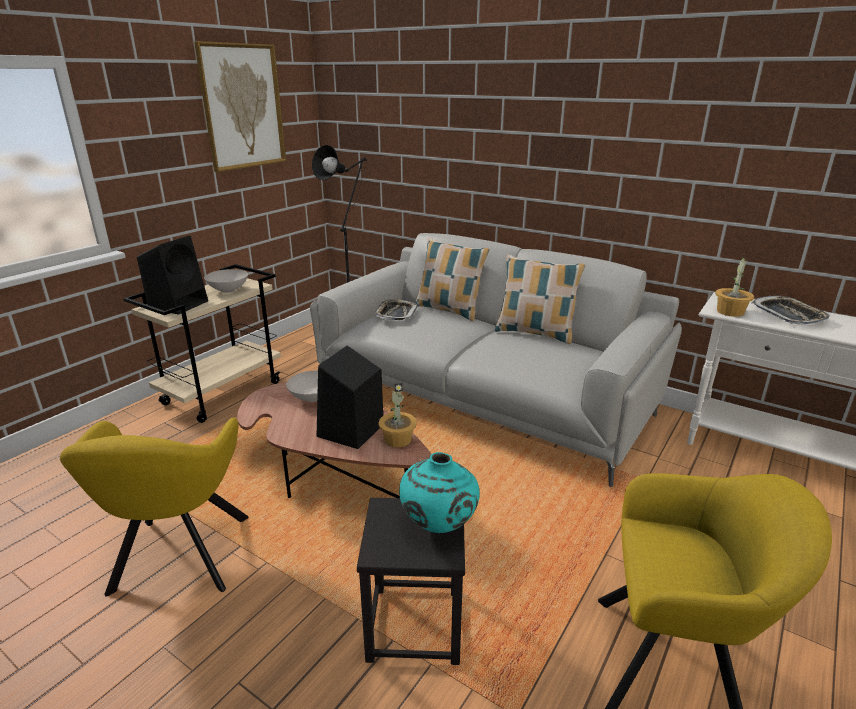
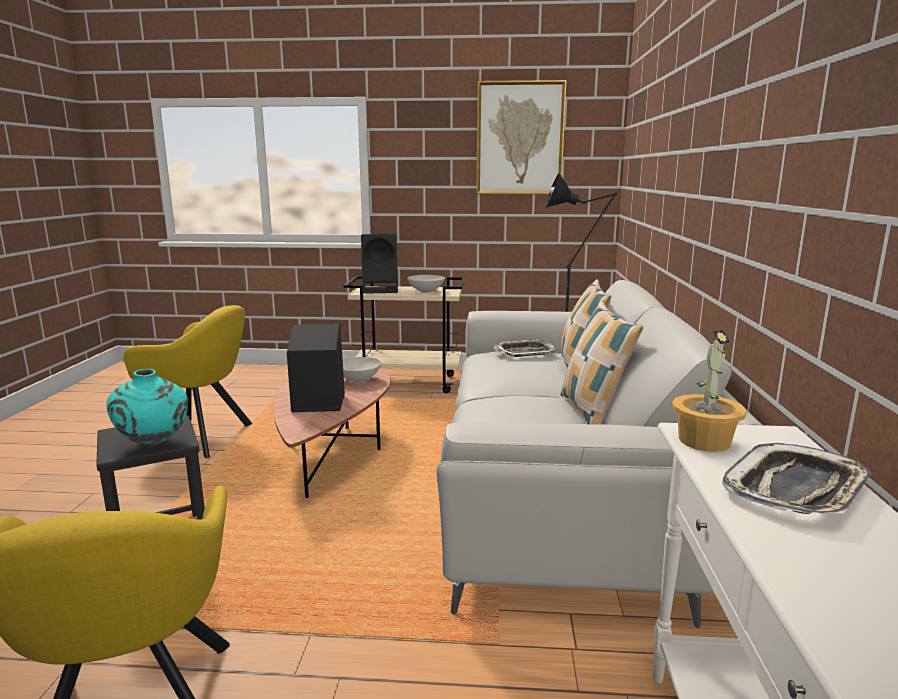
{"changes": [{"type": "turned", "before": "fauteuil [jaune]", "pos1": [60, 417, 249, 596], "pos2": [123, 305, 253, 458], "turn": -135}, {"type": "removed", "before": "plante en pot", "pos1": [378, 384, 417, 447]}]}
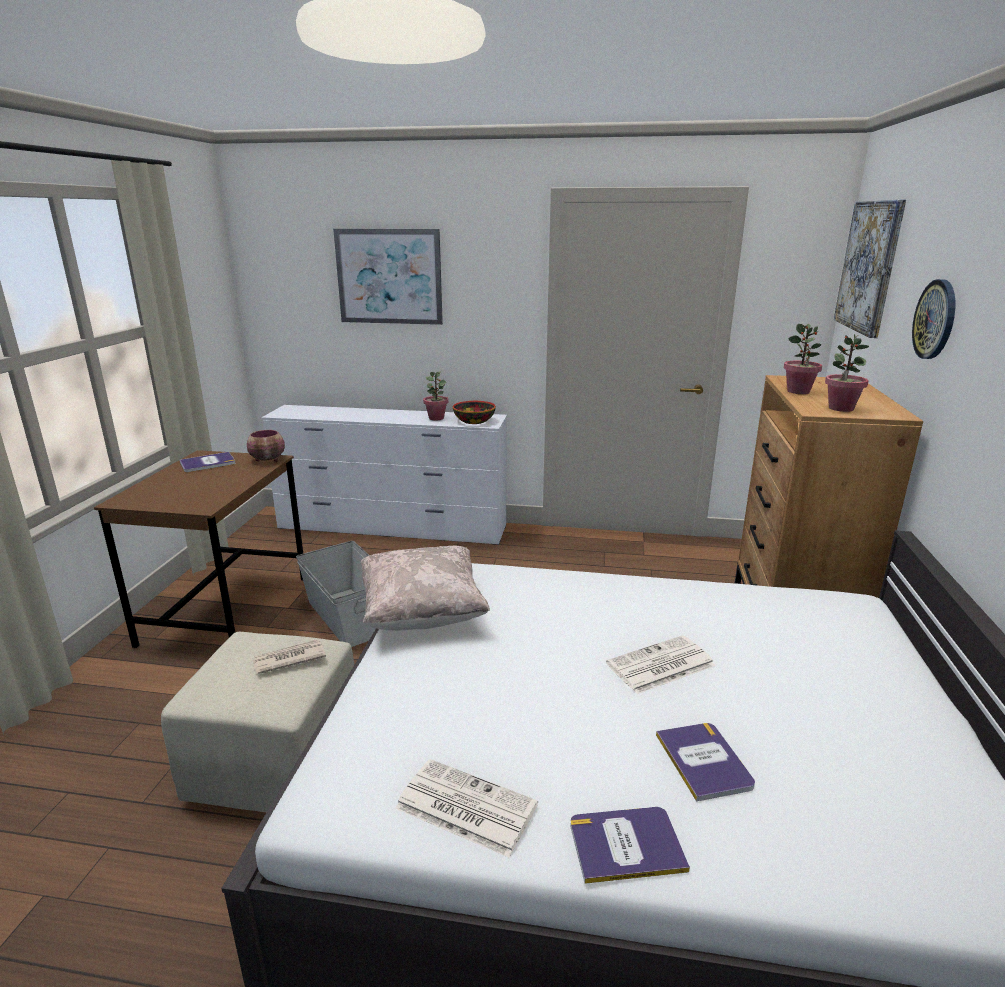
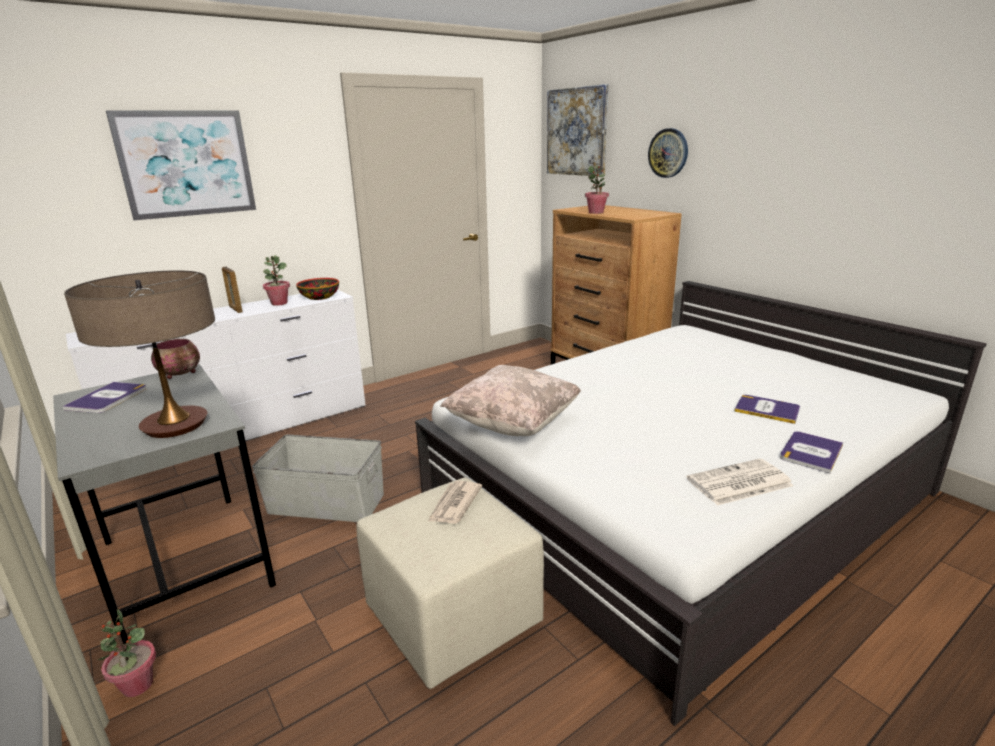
{"changes": [{"type": "recoloured", "before": "bureau [marron]", "after": "bureau [gris]", "pos1": [94, 450, 303, 648], "pos2": [53, 364, 276, 644]}, {"type": "removed", "before": "journal", "pos1": [606, 635, 715, 694]}, {"type": "moved", "before": "plante en pot", "pos1": [825, 334, 869, 412], "pos2": [98, 609, 156, 697]}, {"type": "added", "after": "lampe de table", "pos2": [64, 270, 215, 438]}, {"type": "added", "after": "cadre photo", "pos2": [222, 267, 243, 313]}]}
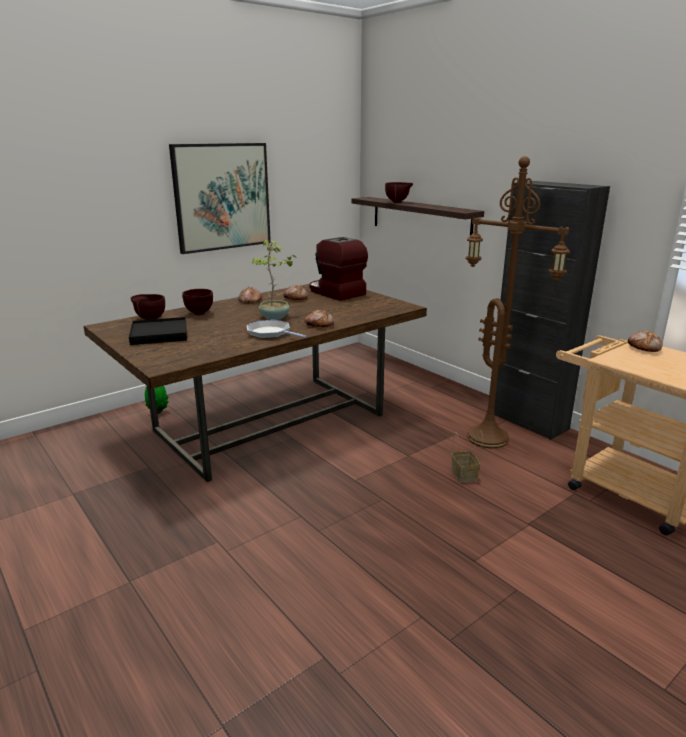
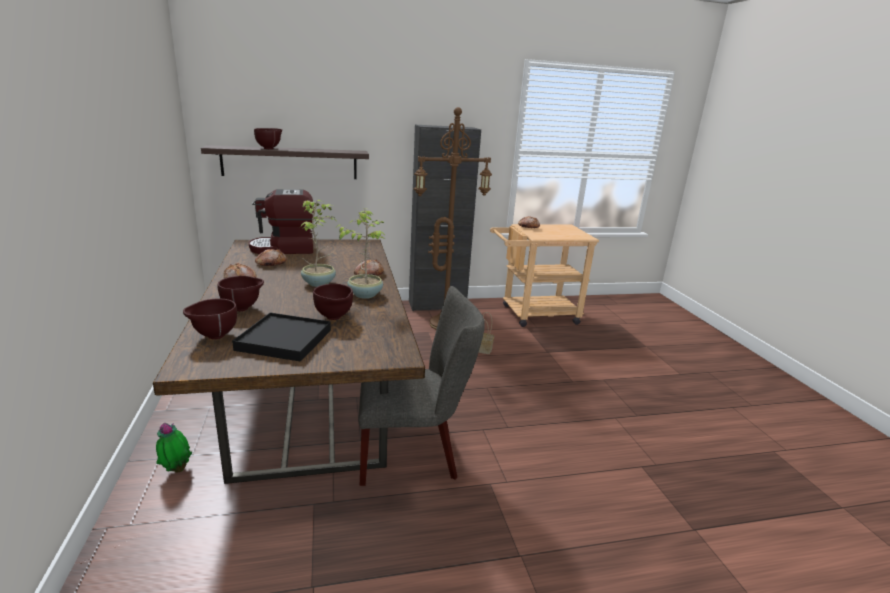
{"changes": [{"type": "removed", "before": "tableau", "pos1": [169, 143, 271, 254]}, {"type": "replaced", "before": "poêle", "after": "plante en pot", "pos1": [247, 320, 307, 339], "pos2": [337, 208, 386, 299]}, {"type": "added", "after": "bol [marron]", "pos2": [313, 284, 353, 320]}, {"type": "added", "after": "chaise [gris]", "pos2": [358, 286, 485, 486]}]}
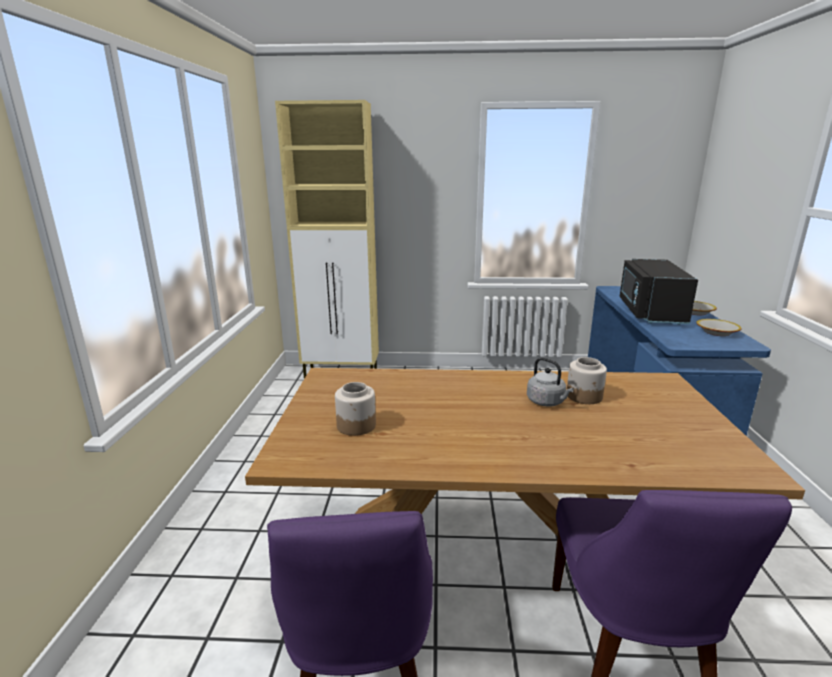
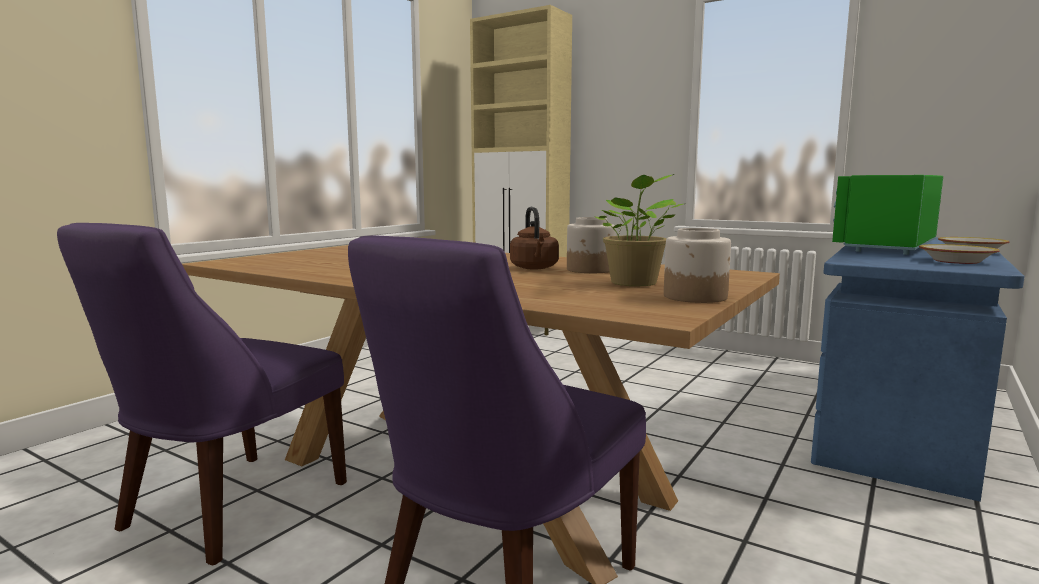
{"changes": [{"type": "moved", "before": "bocal", "pos1": [335, 382, 376, 436], "pos2": [664, 228, 731, 303]}, {"type": "recoloured", "before": "bouilloire [gris]", "after": "bouilloire [marron]", "pos1": [527, 357, 574, 406], "pos2": [510, 207, 559, 269]}, {"type": "recoloured", "before": "micro-ondes [noir]", "after": "micro-ondes [vert]", "pos1": [620, 259, 698, 325], "pos2": [832, 175, 943, 255]}, {"type": "added", "after": "plante en pot", "pos2": [594, 174, 683, 286]}]}
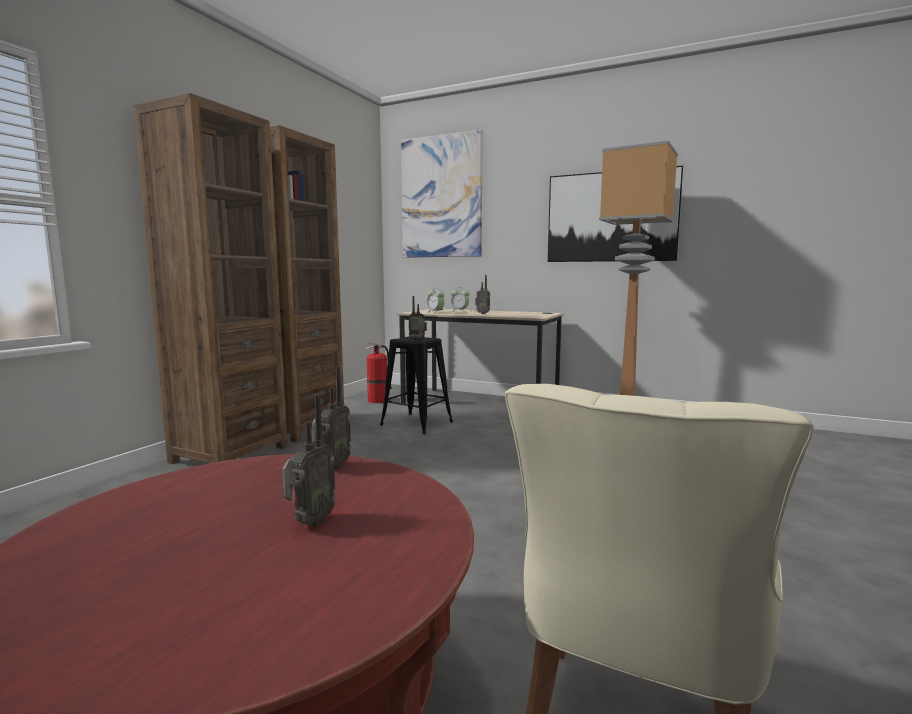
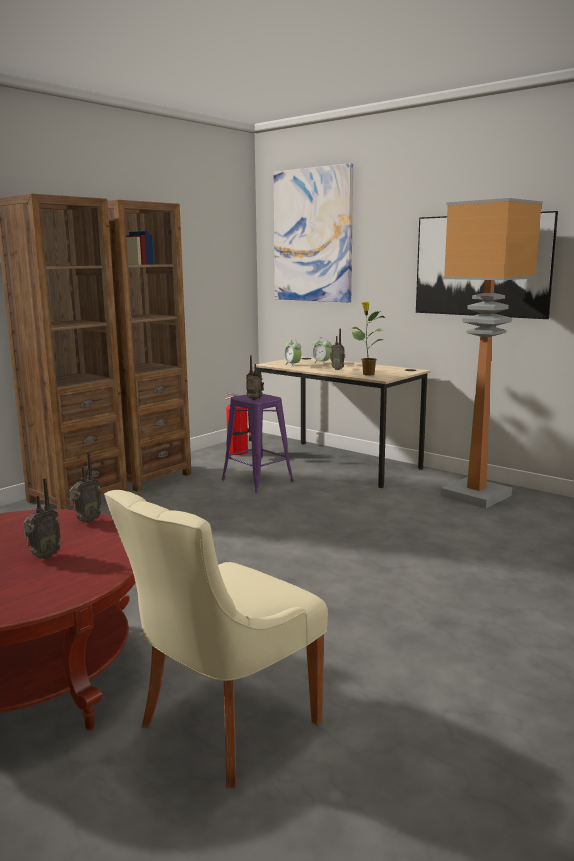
{"changes": [{"type": "recoloured", "before": "tabouret [noir]", "after": "tabouret [violet]", "pos1": [380, 336, 453, 434], "pos2": [221, 394, 294, 493]}, {"type": "added", "after": "plante en pot", "pos2": [352, 302, 386, 375]}]}
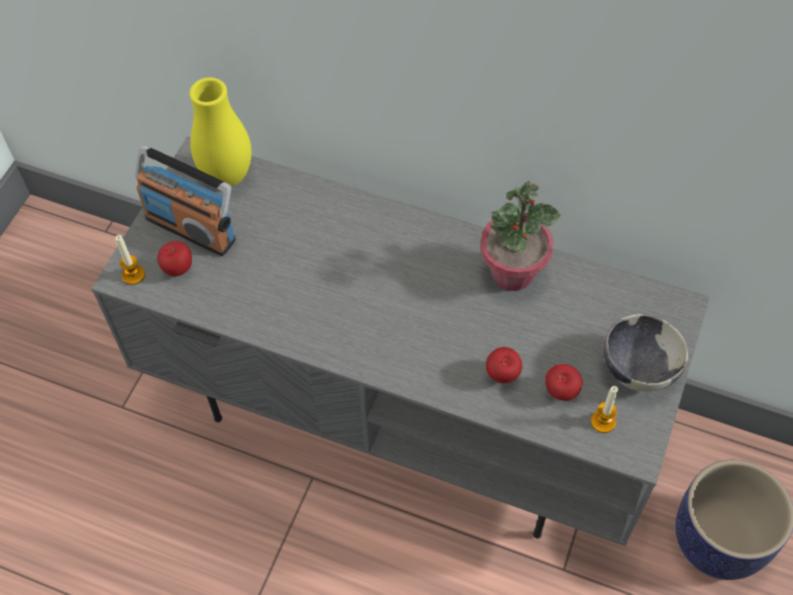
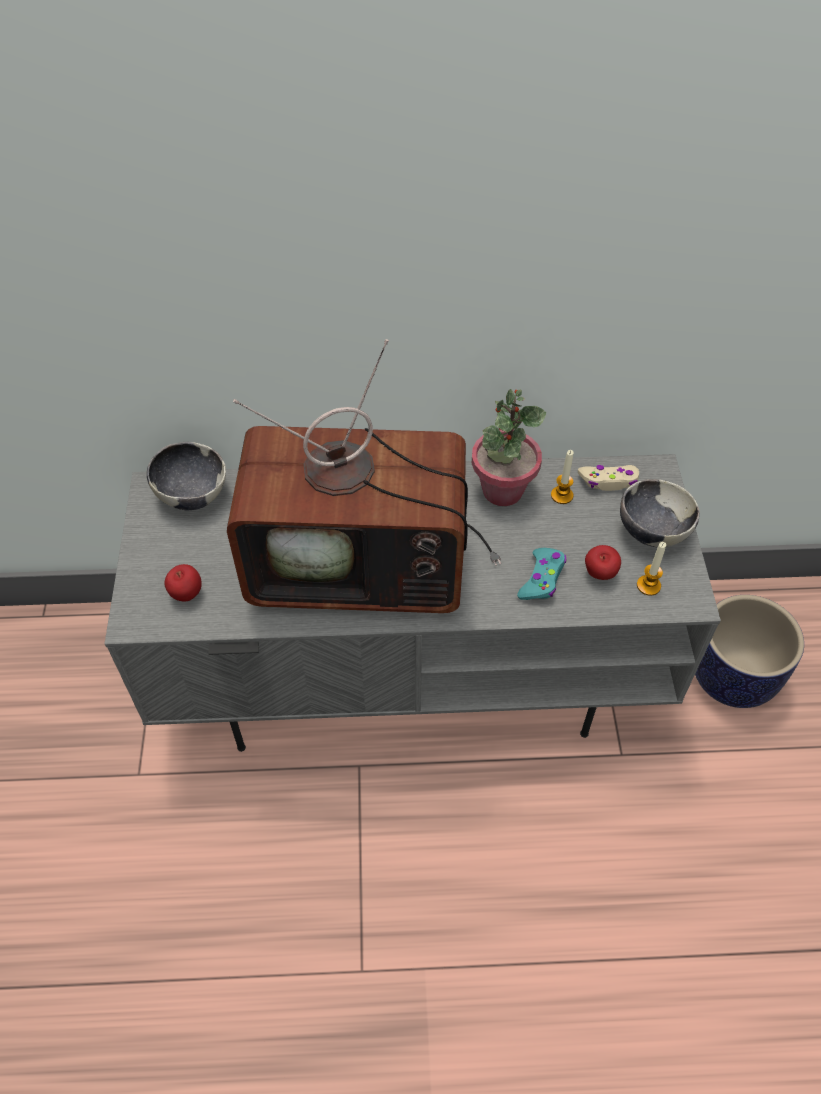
{"changes": [{"type": "moved", "before": "bougie", "pos1": [116, 235, 145, 285], "pos2": [551, 450, 574, 504]}, {"type": "removed", "before": "radio", "pos1": [135, 146, 236, 256]}, {"type": "replaced", "before": "vase [jaune]", "after": "bol", "pos1": [189, 78, 252, 186], "pos2": [147, 442, 226, 511]}, {"type": "replaced", "before": "pomme", "after": "manette [turquoise]", "pos1": [486, 347, 522, 383], "pos2": [517, 548, 566, 600]}, {"type": "added", "after": "téléviseur", "pos2": [227, 339, 501, 613]}, {"type": "added", "after": "manette [beige]", "pos2": [578, 465, 639, 491]}]}
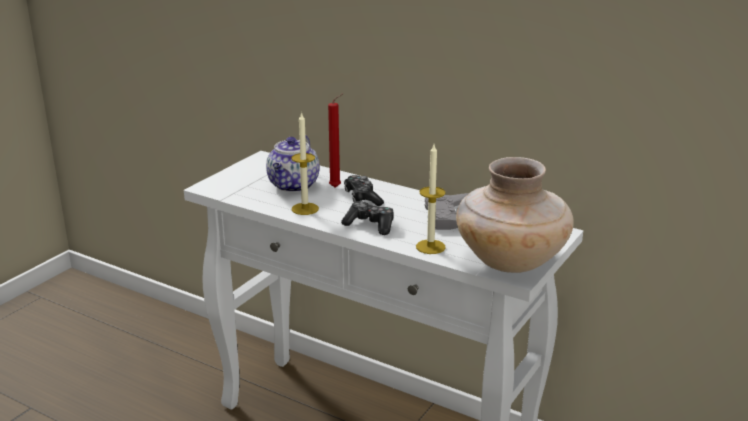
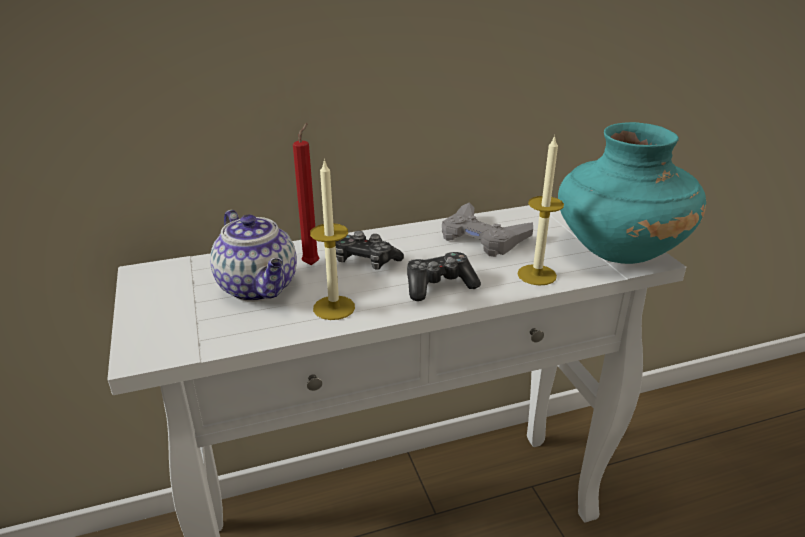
{"changes": [{"type": "recoloured", "before": "vase [beige]", "after": "vase [turquoise]", "pos1": [456, 157, 574, 273], "pos2": [558, 122, 706, 264]}]}
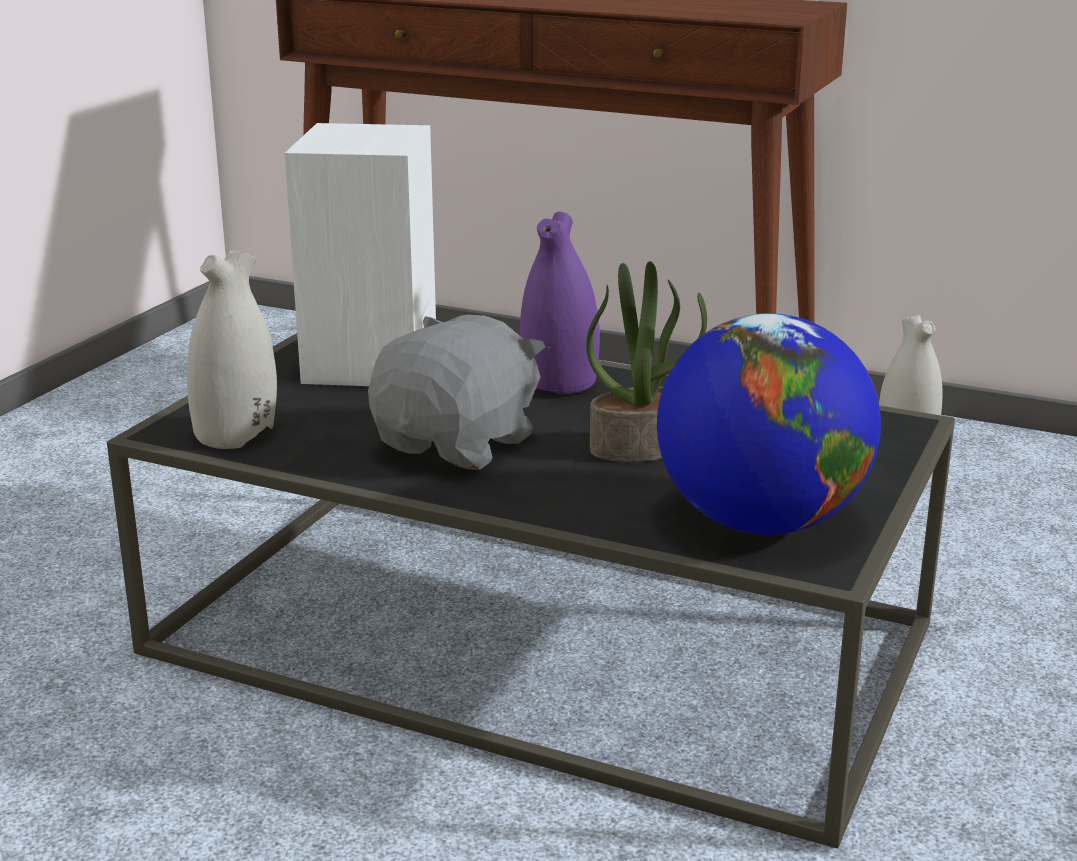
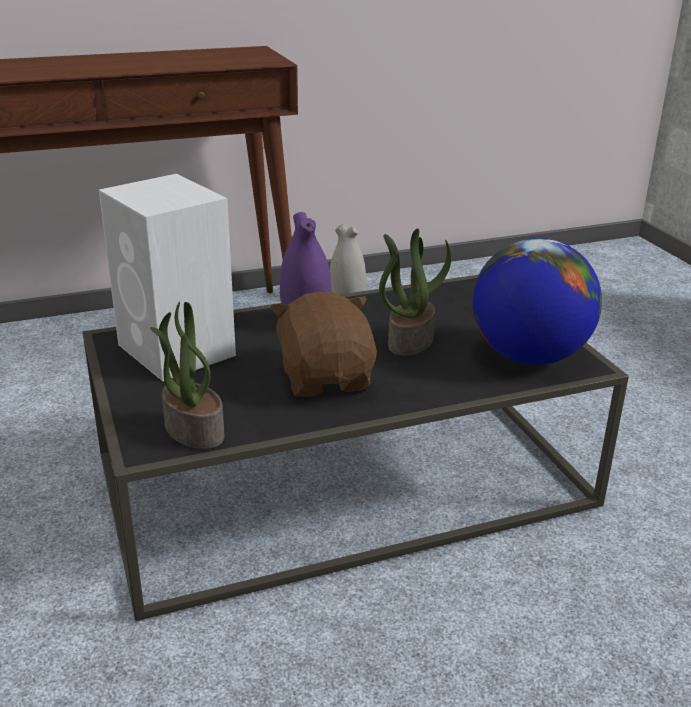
{"changes": [{"type": "replaced", "before": "vase [blanc]", "after": "plante en pot", "pos1": [187, 250, 277, 449], "pos2": [150, 301, 224, 449]}, {"type": "recoloured", "before": "peluche [gris]", "after": "peluche [marron]", "pos1": [368, 315, 545, 470], "pos2": [270, 291, 377, 397]}]}
